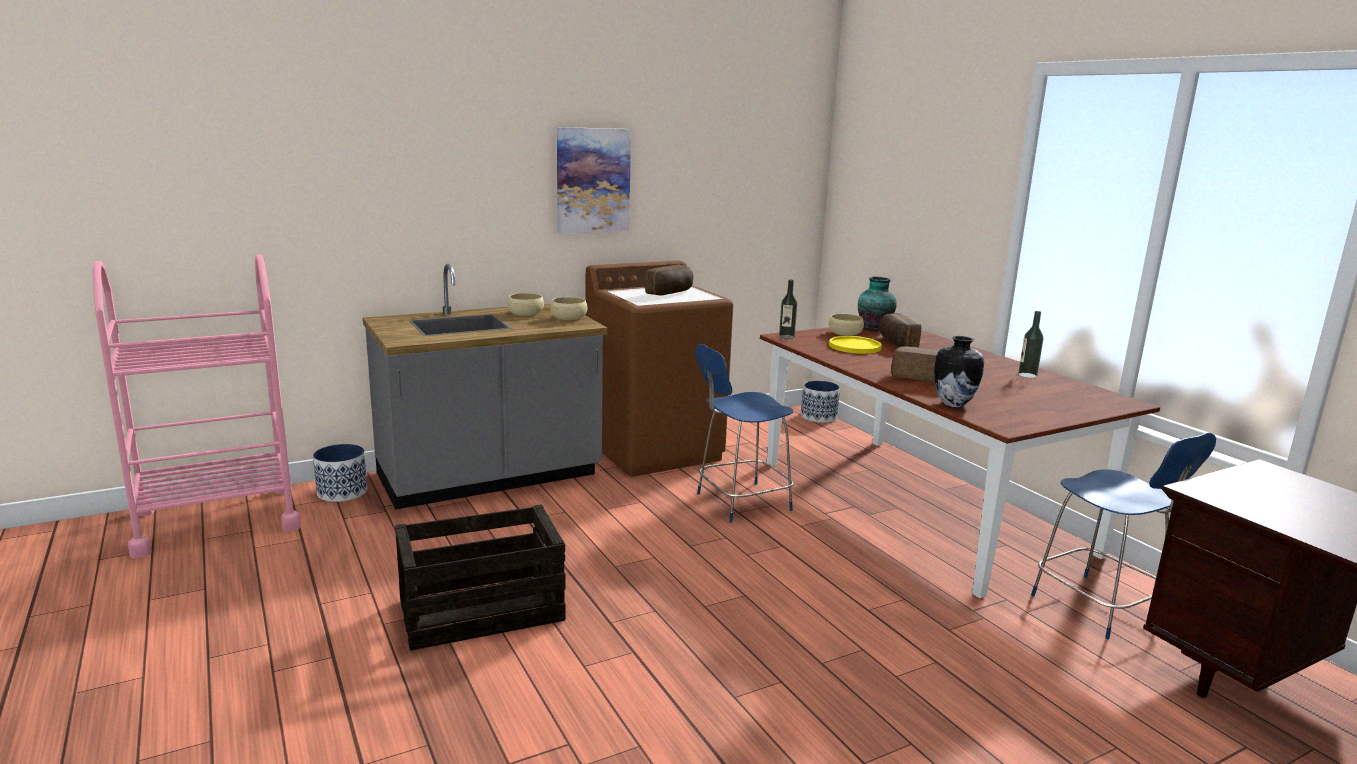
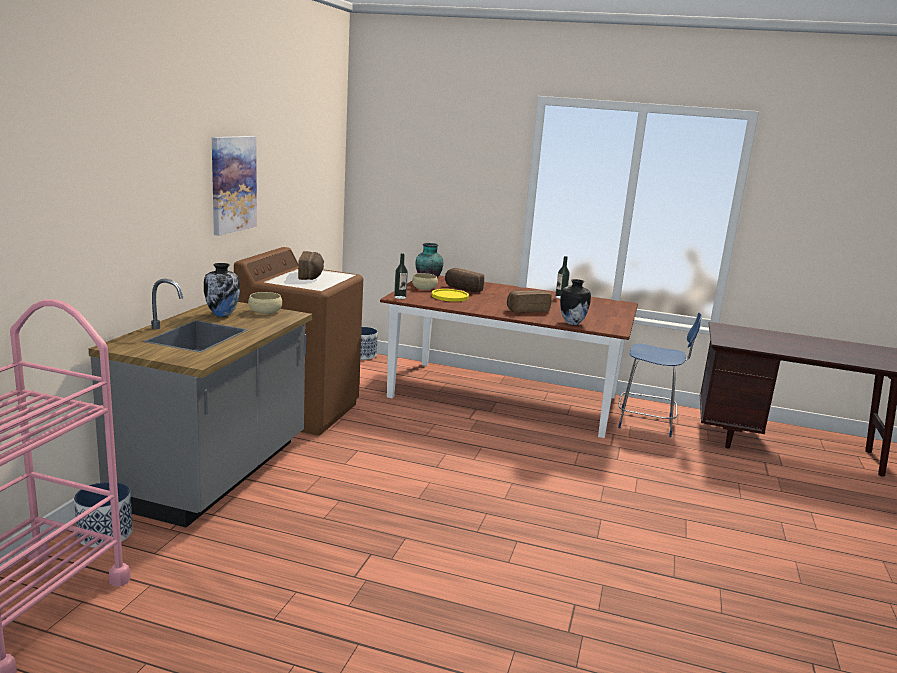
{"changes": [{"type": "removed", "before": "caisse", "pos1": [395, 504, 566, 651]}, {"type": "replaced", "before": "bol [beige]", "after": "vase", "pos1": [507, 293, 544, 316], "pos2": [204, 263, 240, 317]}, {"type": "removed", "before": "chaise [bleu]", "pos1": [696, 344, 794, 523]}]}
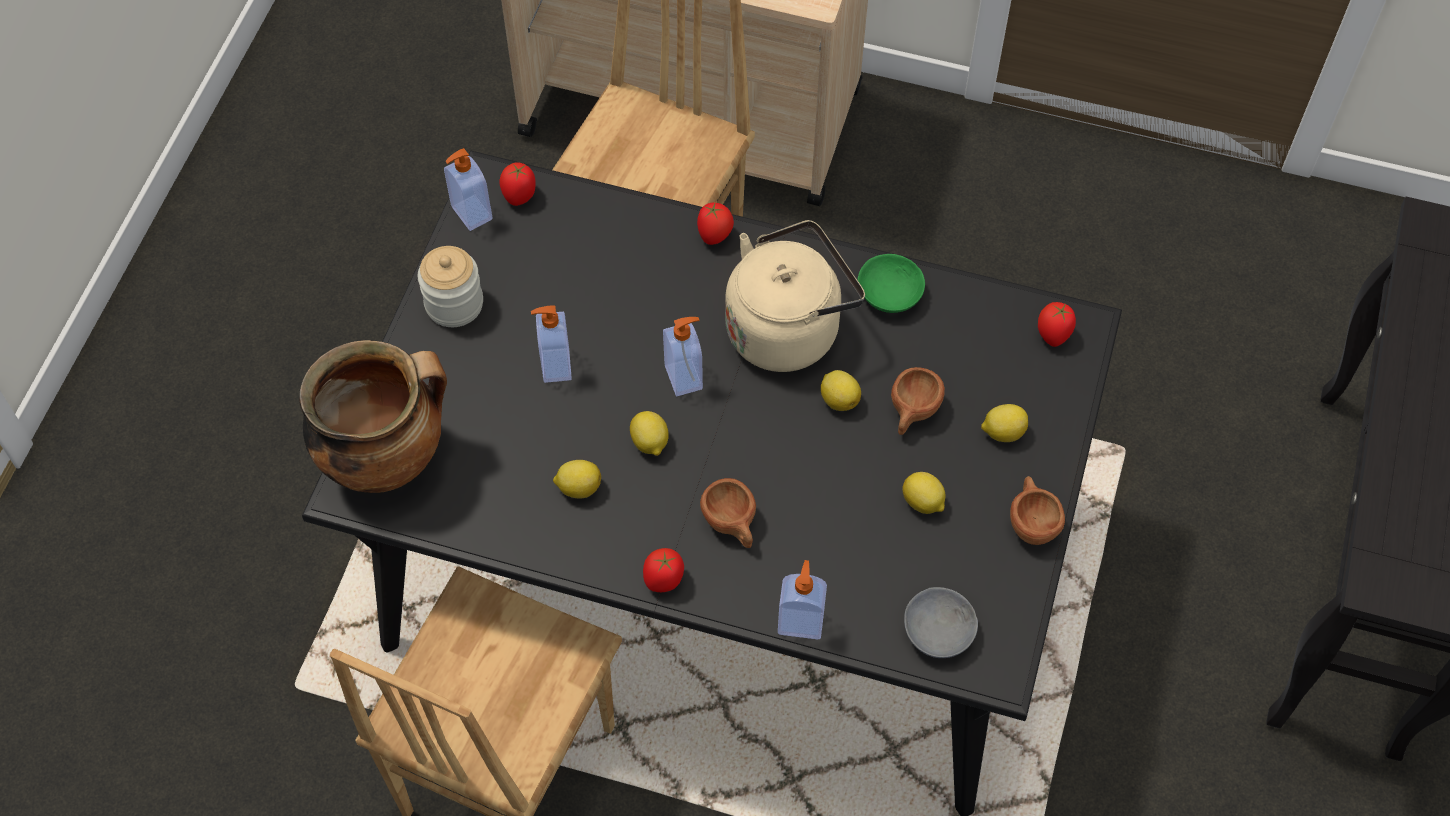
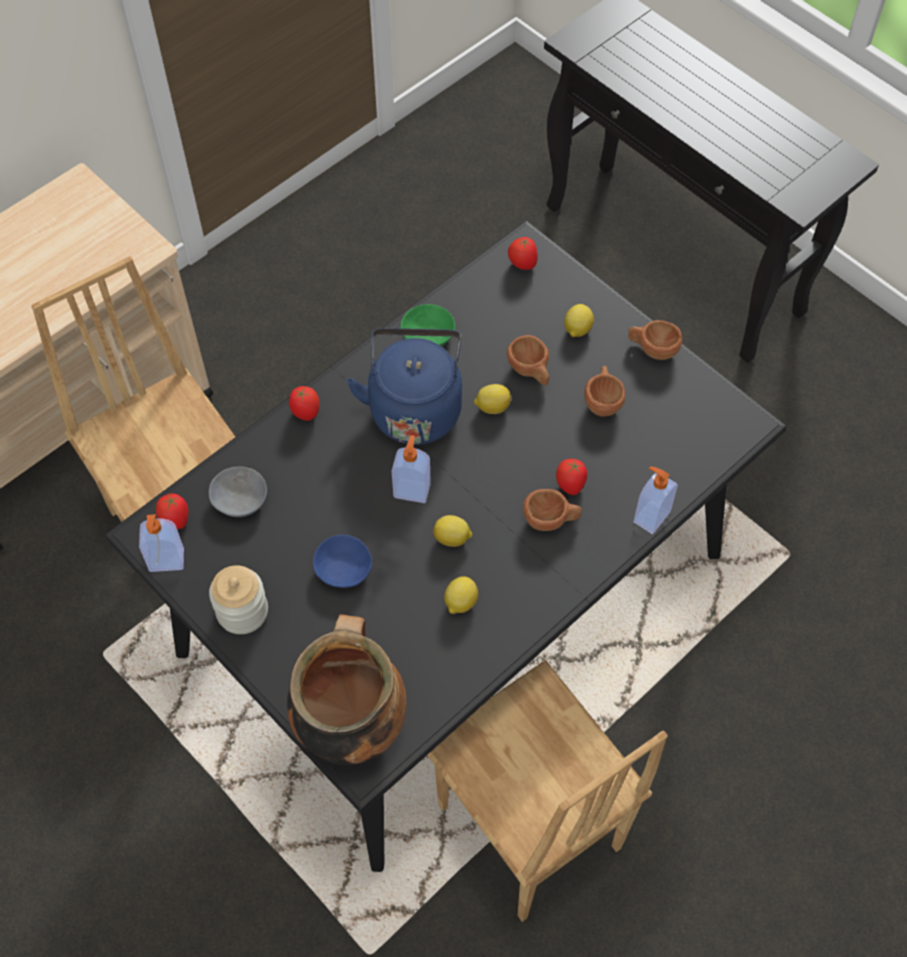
{"changes": [{"type": "replaced", "before": "distributeur de savon", "after": "bol [bleu]", "pos1": [531, 305, 572, 383], "pos2": [313, 535, 372, 588]}, {"type": "moved", "before": "tomate", "pos1": [643, 548, 684, 592], "pos2": [556, 459, 587, 495]}, {"type": "recoloured", "before": "bouilloire [beige]", "after": "bouilloire [bleu]", "pos1": [725, 220, 865, 372], "pos2": [346, 328, 462, 445]}, {"type": "replaced", "before": "citron", "after": "tasse [marron]", "pos1": [902, 472, 946, 514], "pos2": [584, 366, 625, 416]}, {"type": "moved", "before": "bol [gris]", "pos1": [904, 587, 978, 658], "pos2": [209, 467, 267, 517]}]}
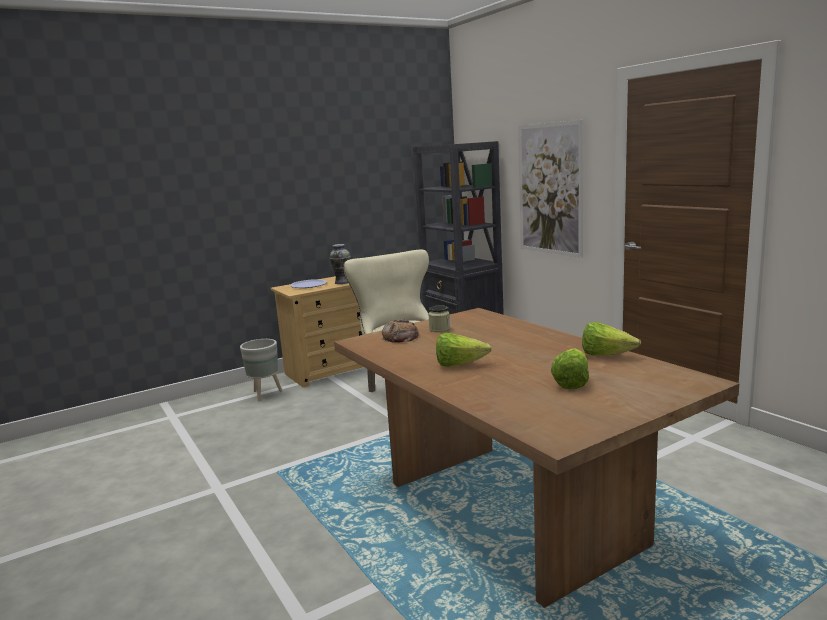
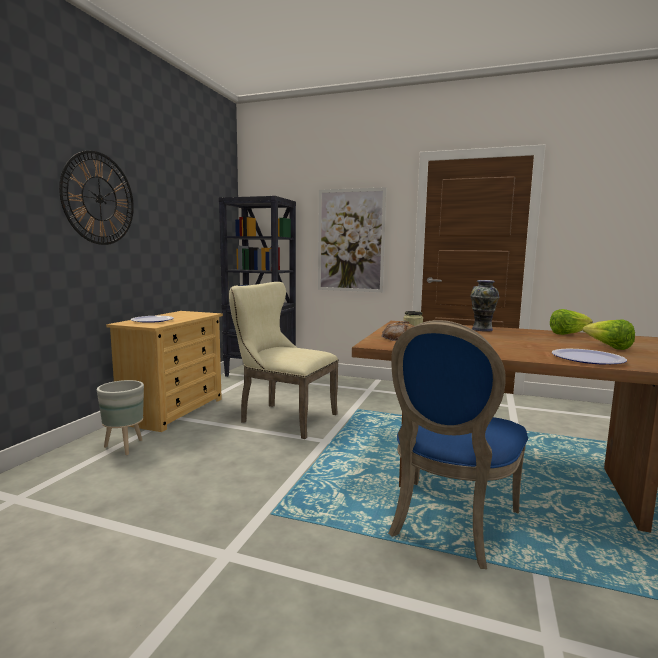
{"changes": [{"type": "moved", "before": "vase", "pos1": [329, 244, 351, 284], "pos2": [470, 280, 499, 332]}, {"type": "removed", "before": "laitue", "pos1": [436, 333, 492, 367]}, {"type": "added", "after": "horloge murale", "pos2": [59, 151, 134, 245]}, {"type": "added", "after": "chaise [bleu]", "pos2": [388, 320, 528, 569]}, {"type": "added", "after": "assiette", "pos2": [552, 349, 627, 364]}]}
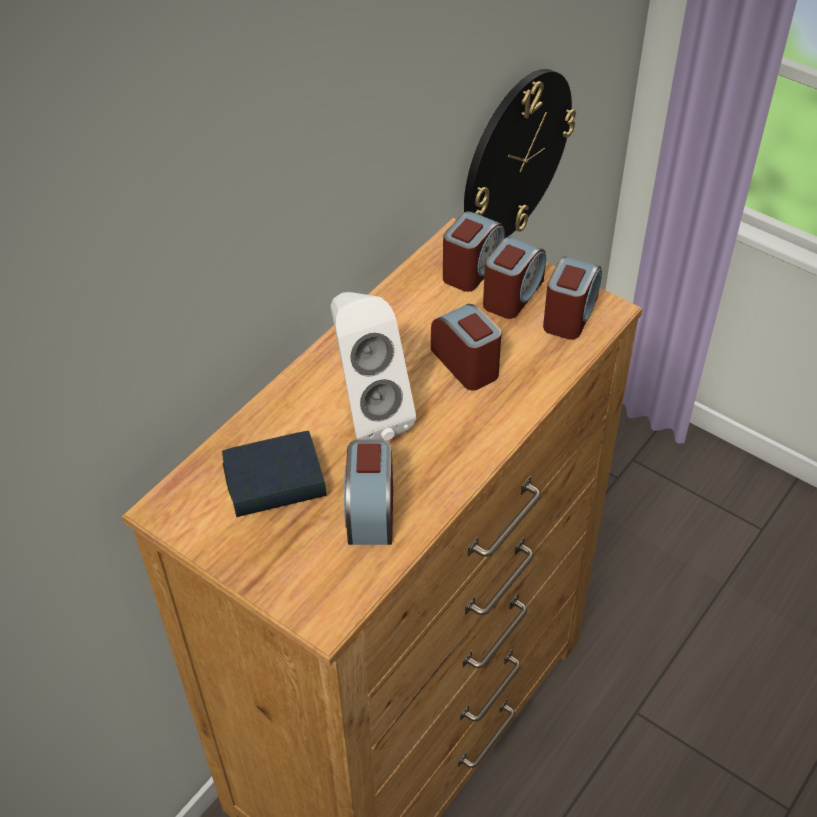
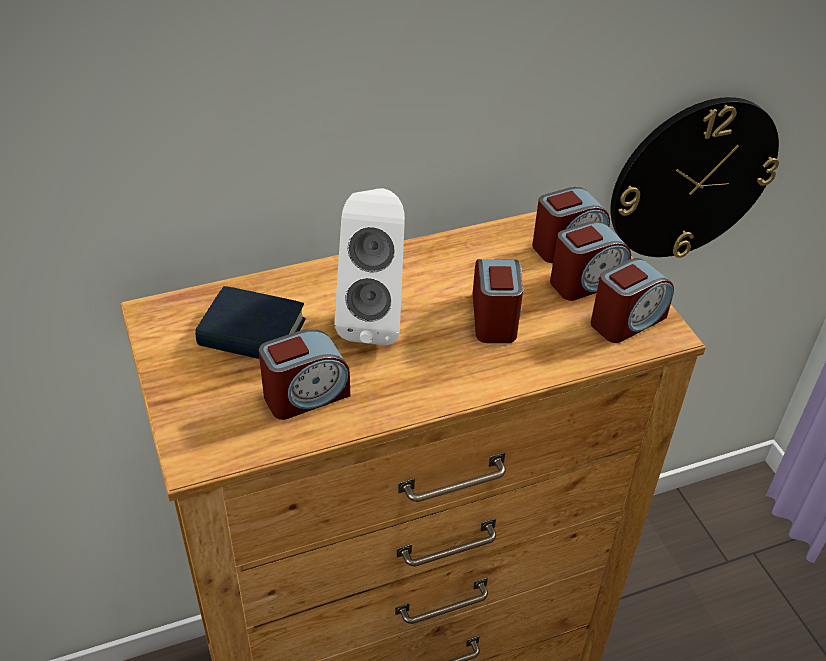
{"changes": [{"type": "turned", "before": "réveil", "pos1": [344, 440, 393, 545], "pos2": [259, 329, 350, 420], "turn": -150}]}
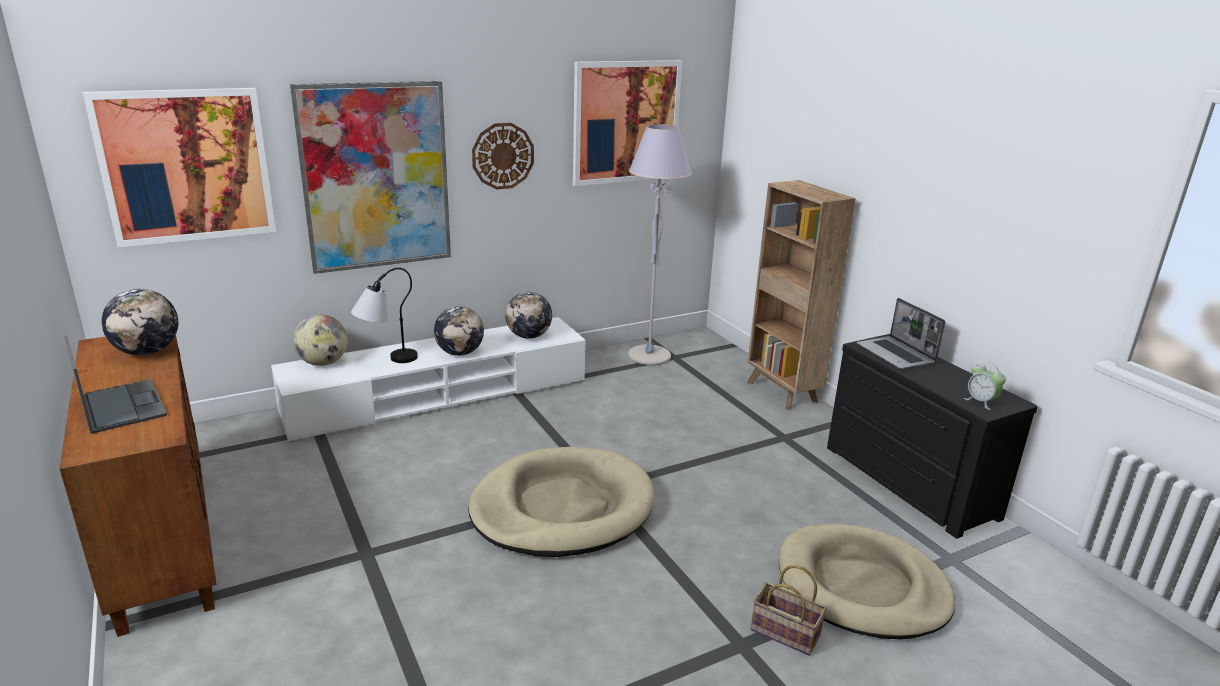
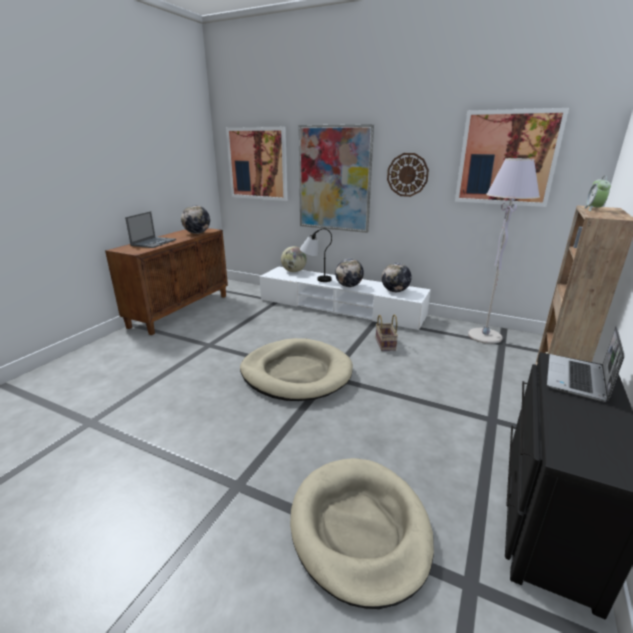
{"changes": [{"type": "moved", "before": "panier", "pos1": [751, 565, 827, 656], "pos2": [376, 314, 398, 351]}, {"type": "moved", "before": "réveil", "pos1": [964, 363, 1006, 410], "pos2": [584, 176, 611, 211]}]}
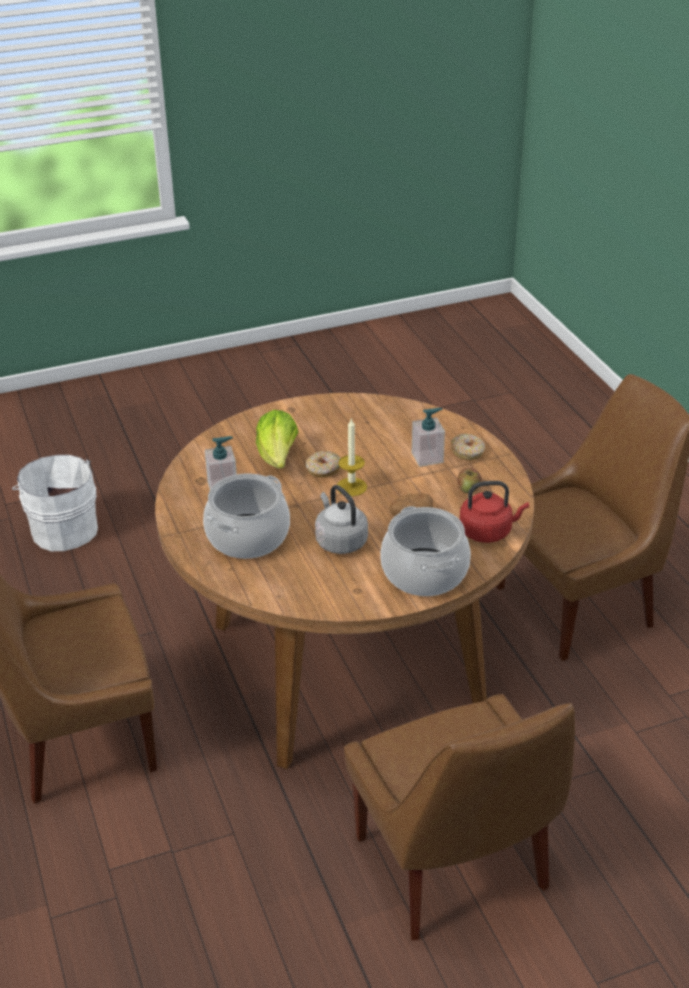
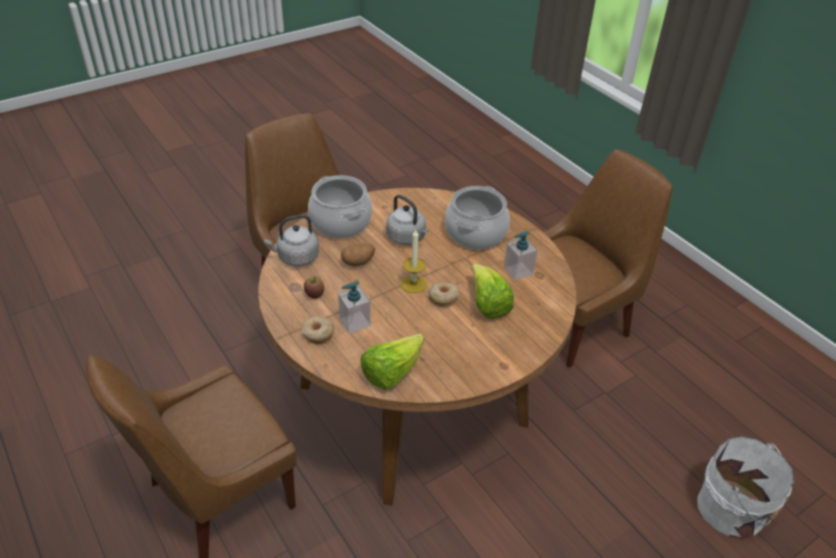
{"changes": [{"type": "recoloured", "before": "bouilloire [rouge]", "after": "bouilloire [gris]", "pos1": [460, 481, 529, 543], "pos2": [263, 214, 319, 266]}, {"type": "added", "after": "laitue", "pos2": [361, 334, 424, 390]}]}
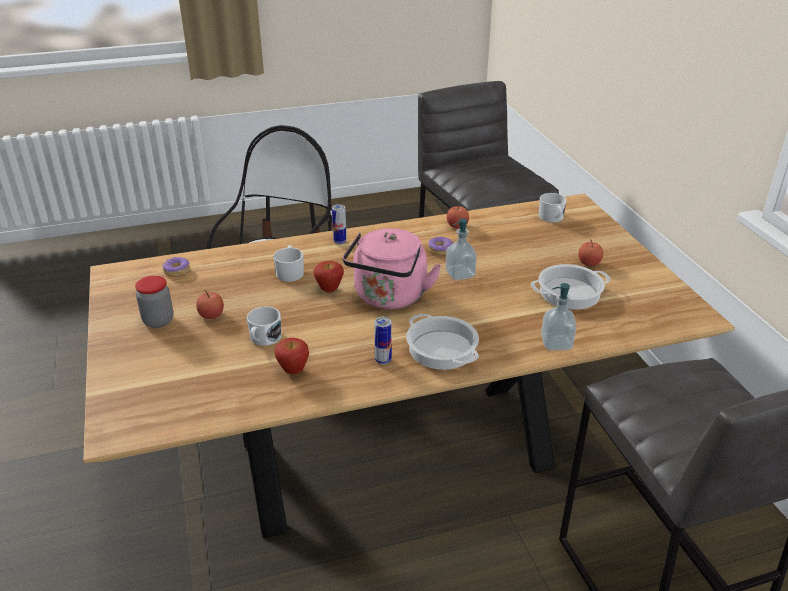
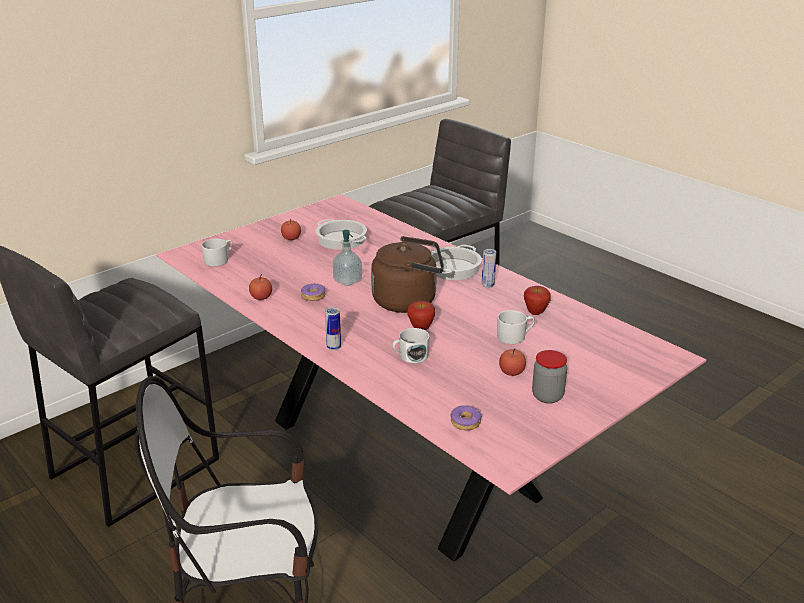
{"changes": [{"type": "recoloured", "before": "table à manger [marron]", "after": "table à manger [rose]", "pos1": [83, 194, 735, 538], "pos2": [157, 194, 706, 562]}, {"type": "recoloured", "before": "bouilloire [rose]", "after": "bouilloire [marron]", "pos1": [343, 228, 442, 309], "pos2": [371, 236, 444, 313]}, {"type": "removed", "before": "distributeur de savon", "pos1": [541, 283, 577, 350]}]}
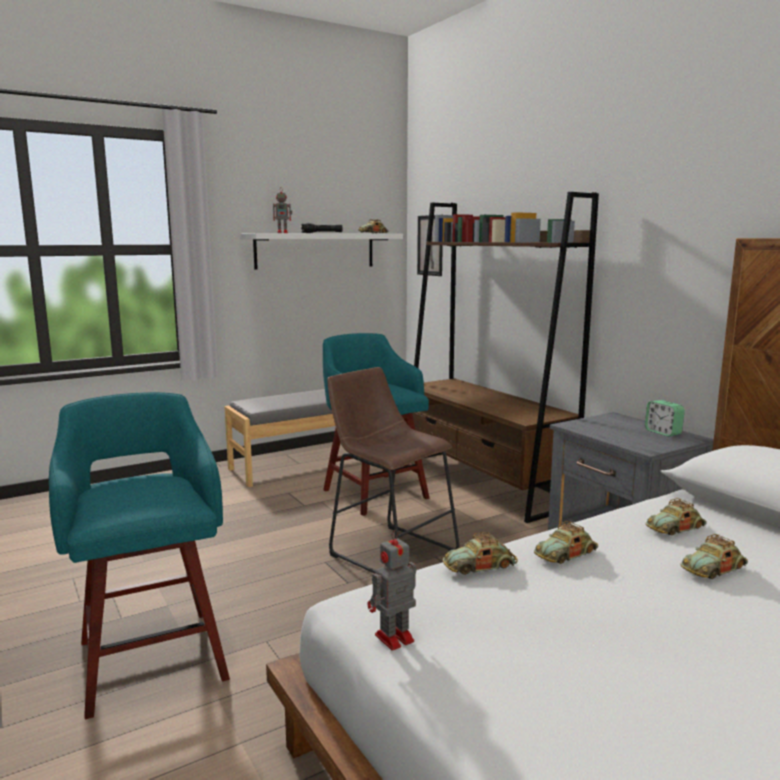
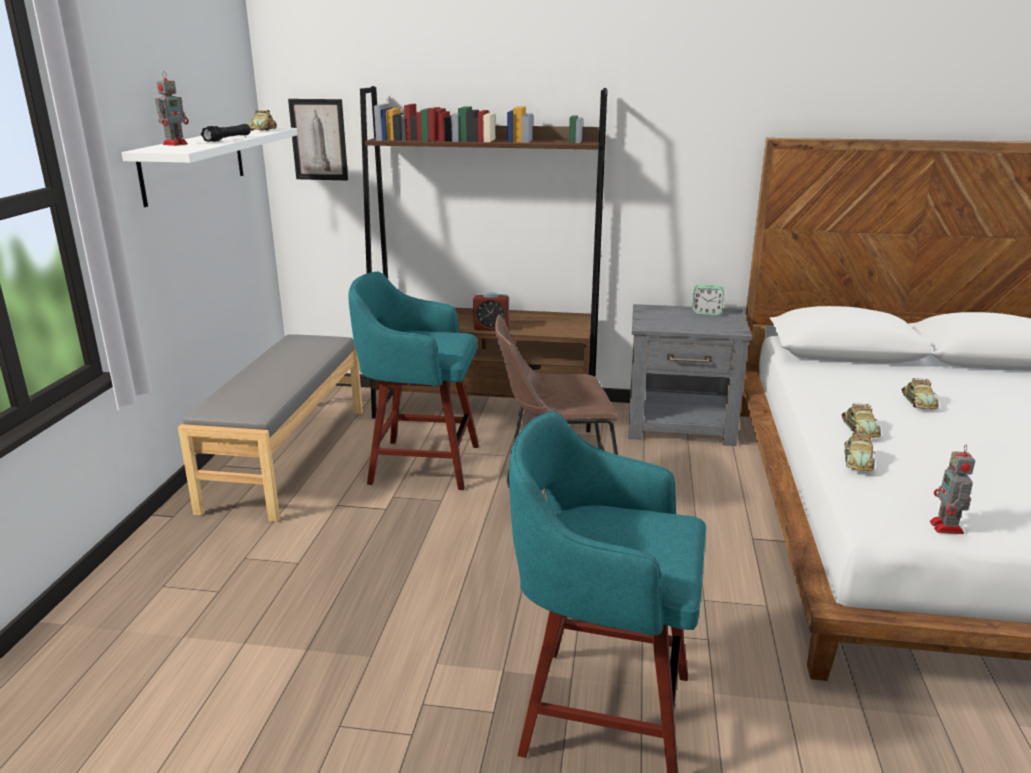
{"changes": [{"type": "removed", "before": "petite voiture", "pos1": [646, 498, 707, 535]}, {"type": "added", "after": "réveil", "pos2": [473, 292, 509, 331]}]}
